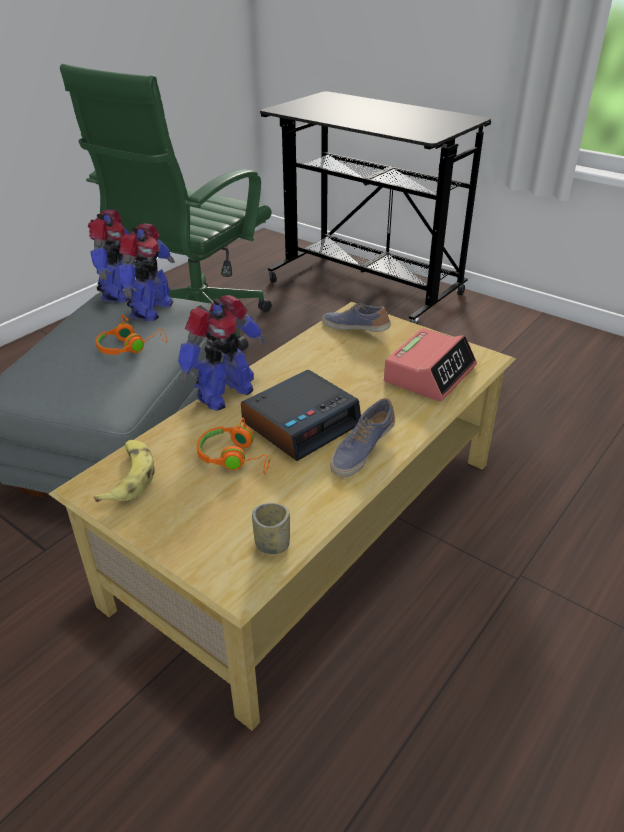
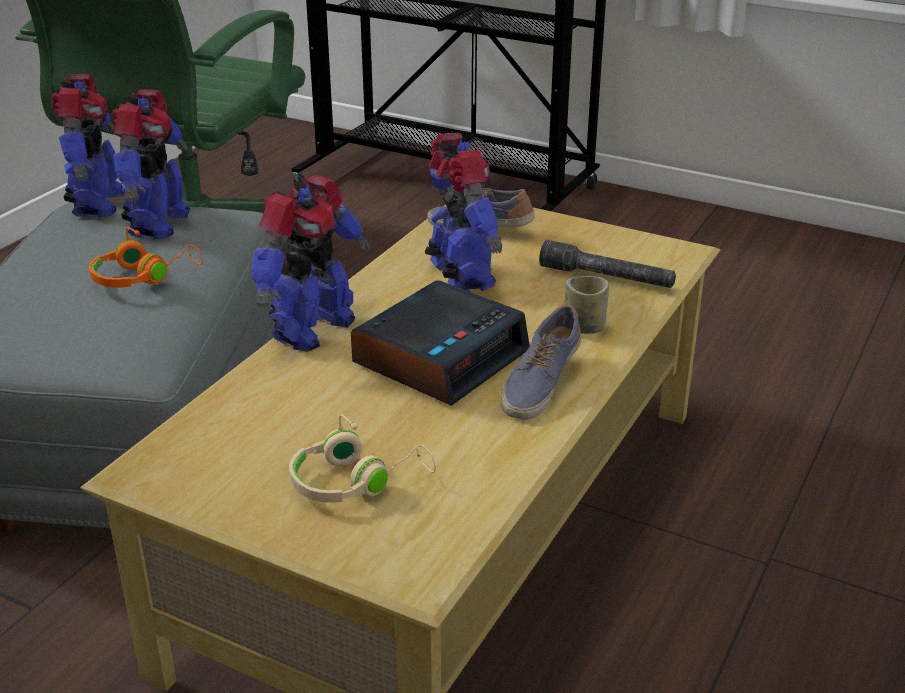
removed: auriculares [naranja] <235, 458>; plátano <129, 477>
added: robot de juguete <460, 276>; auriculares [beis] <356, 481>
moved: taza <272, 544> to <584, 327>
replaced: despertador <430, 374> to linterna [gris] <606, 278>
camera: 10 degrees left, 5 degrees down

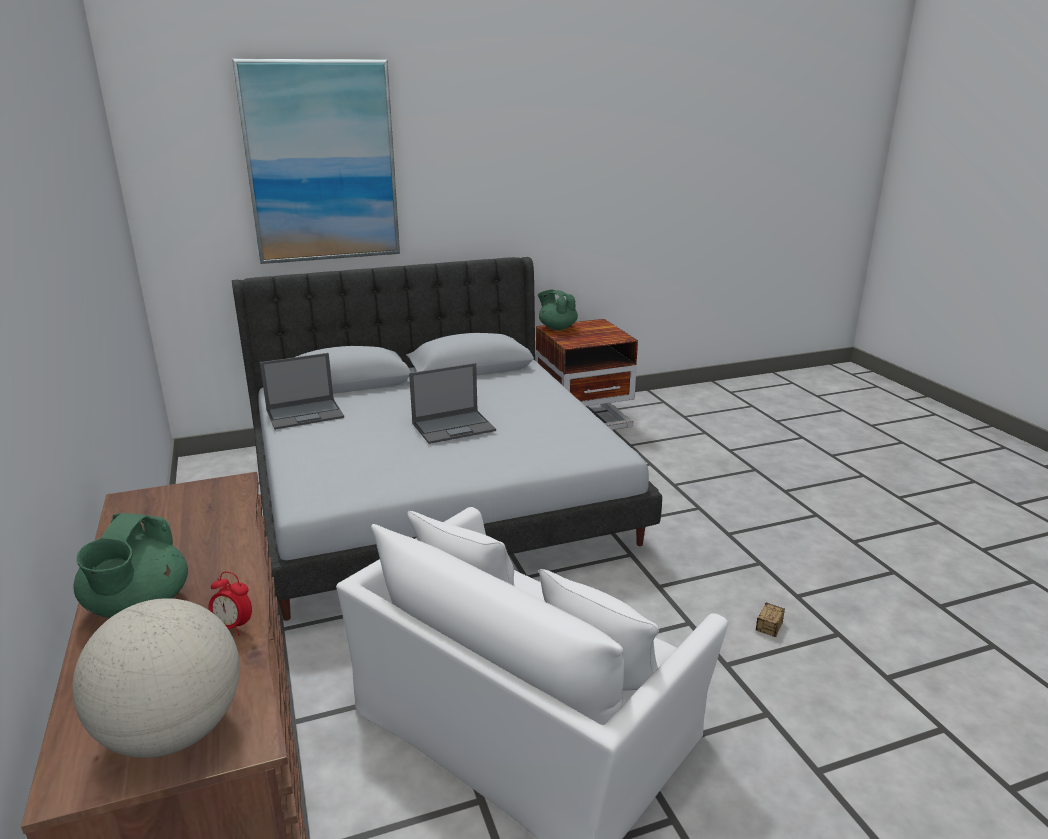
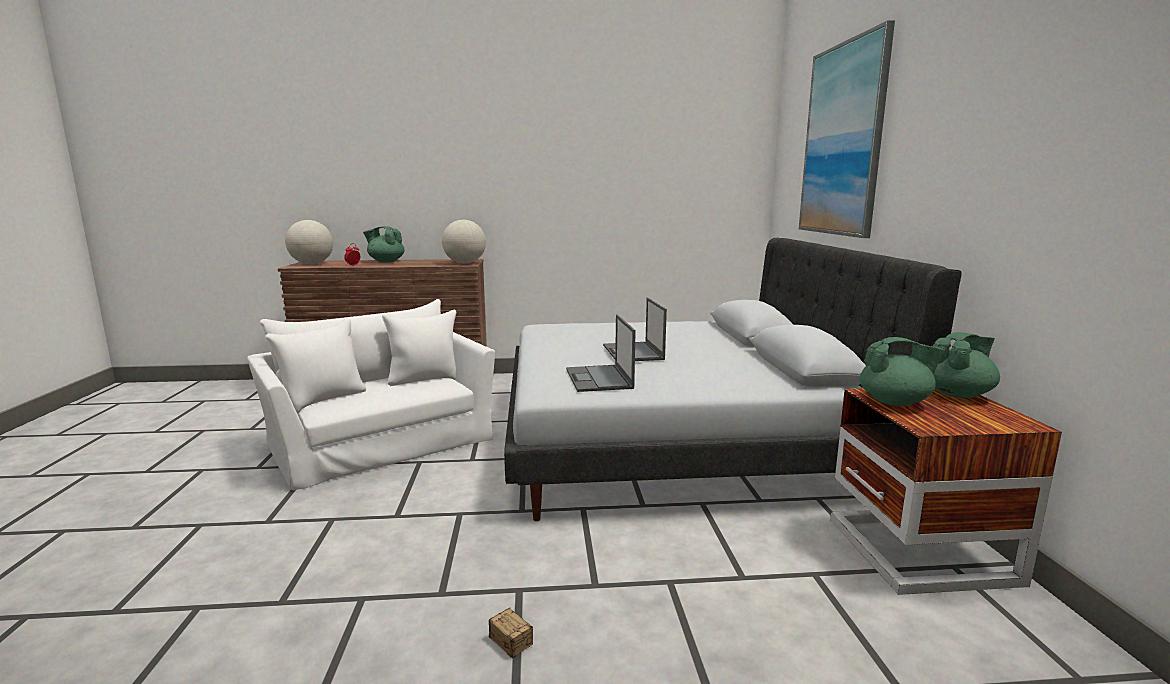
added: globo terráqueo <464, 263>; tetera [verde] <895, 402>
moved: portátil <306, 414> to <599, 379>; caja de almacenaje <763, 637> to <495, 628>
camera: 105 degrees right, 10 degrees down

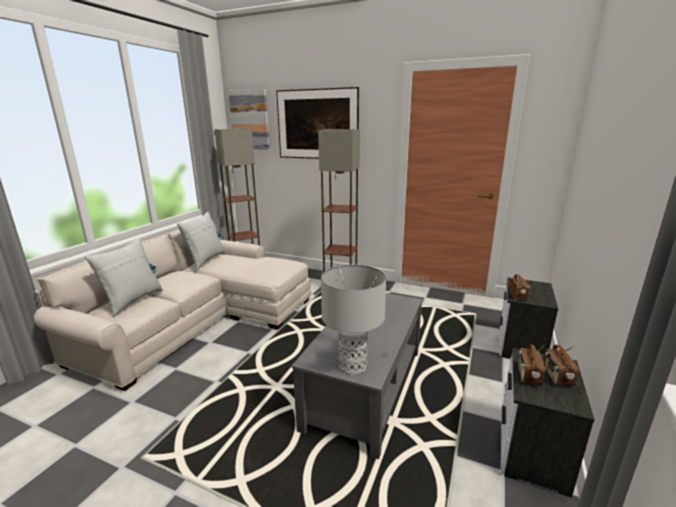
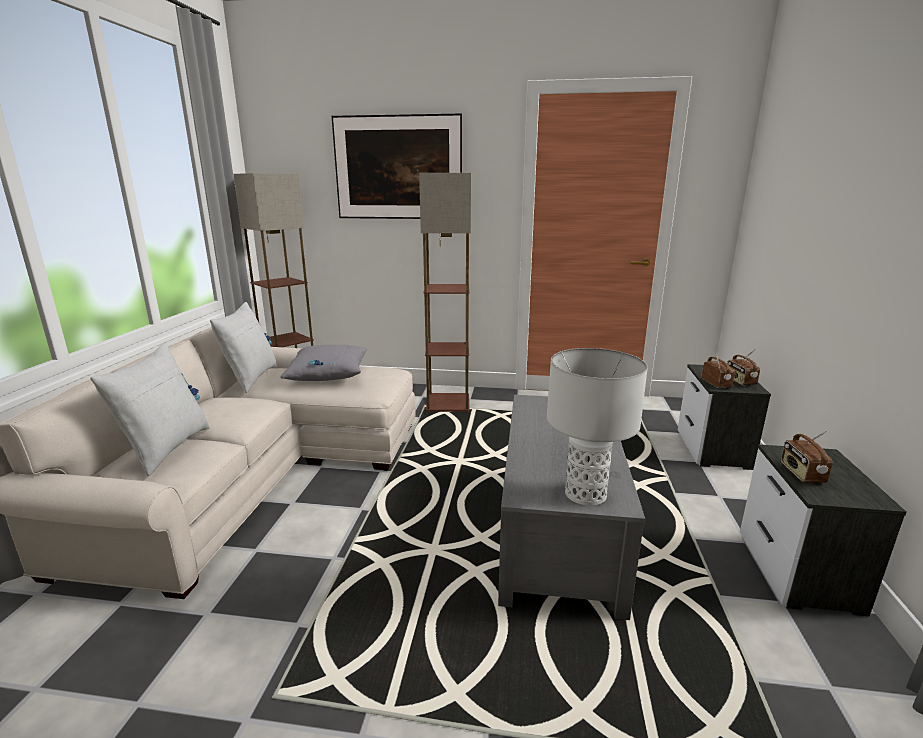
removed: cuadro <250, 120>
added: cojín [gris] <328, 376>
moved: radio <557, 376> to <739, 381>
camera: 15 degrees left, 0 degrees up

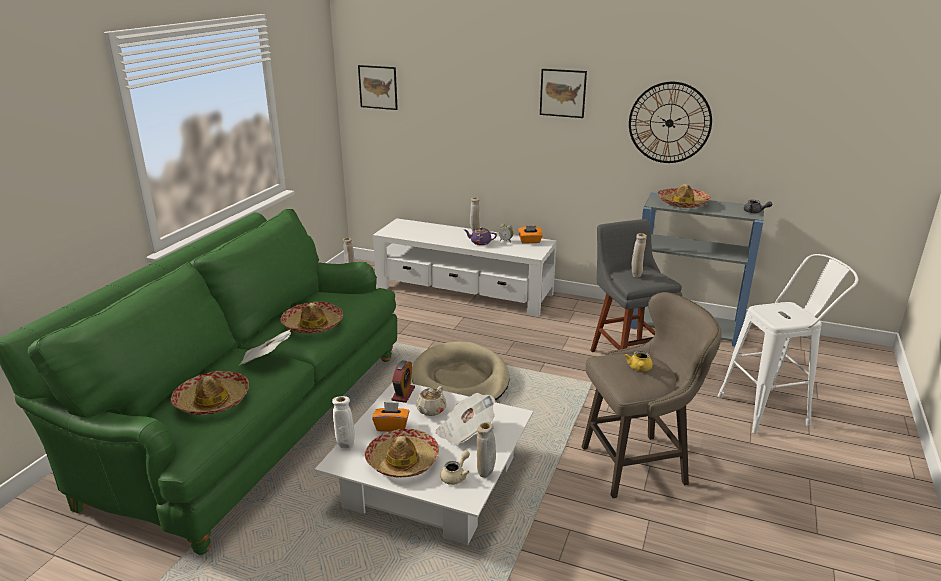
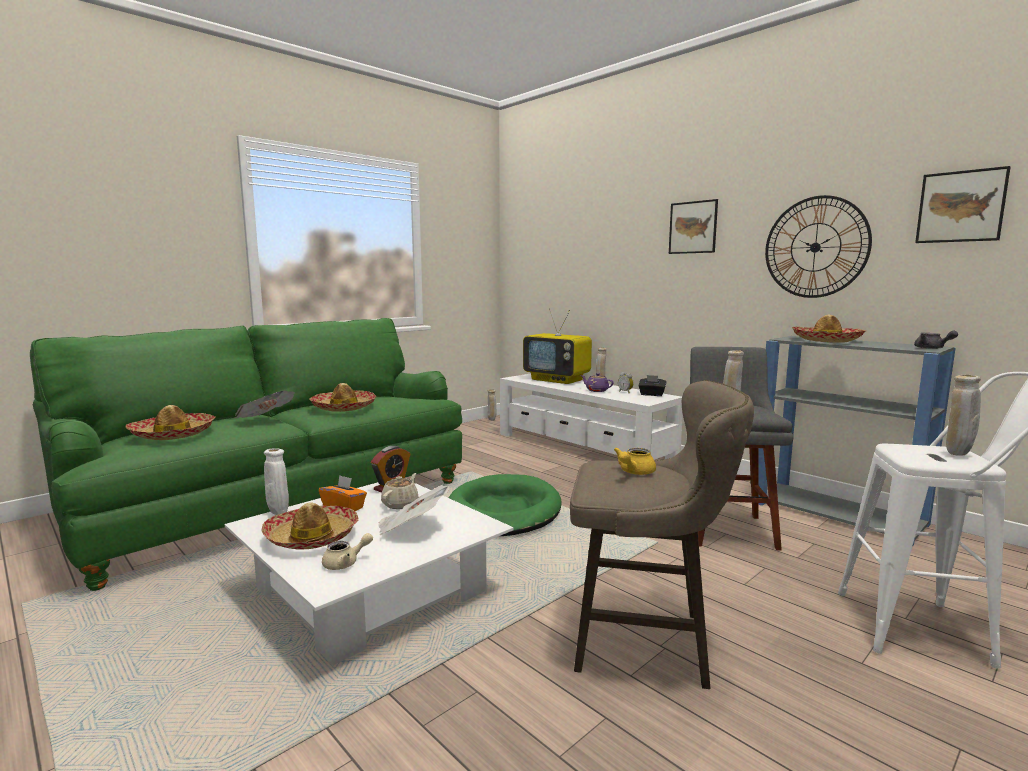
added: televisor <557, 380>
moved: cuadro <378, 87> to <960, 206>; florero [beis] <486, 474> to <958, 454>
recoloured: caja de pañuelos [naranja] <530, 241> to caja de pañuelos [negro] <651, 394>; cama para perro [beis] <460, 380> to cama para perro [verde] <503, 511>
turned: tetera [beis] <430, 410> = <400, 504> 150 degrees clockwise
camera: 25 degrees right, 15 degrees down

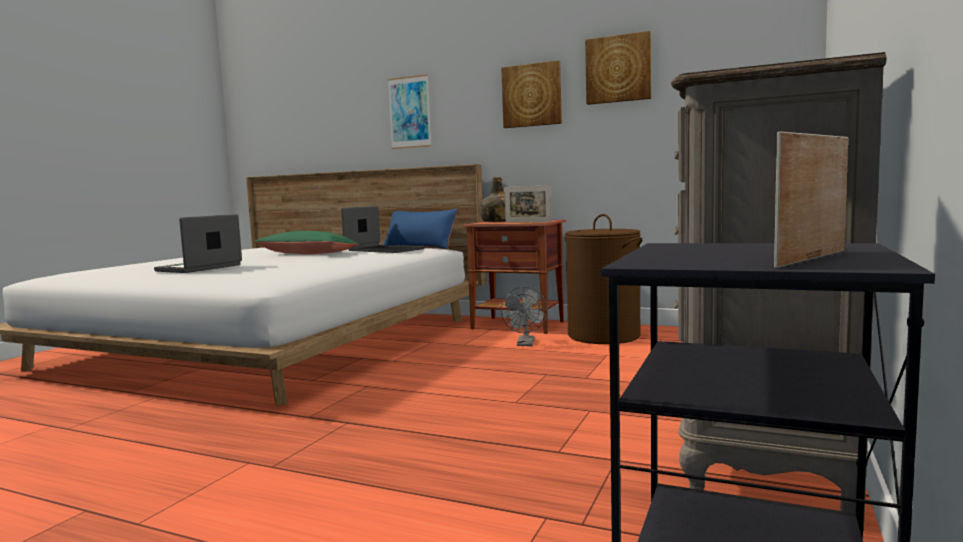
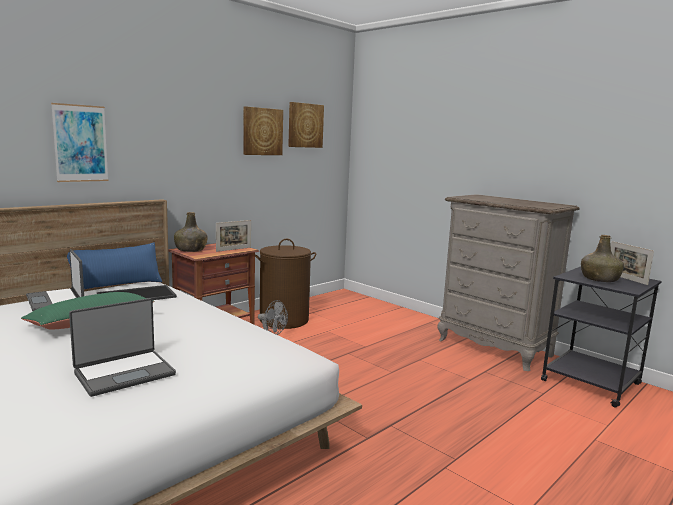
added: botella [verde] <599, 279>
moved: cuadro <532, 95> to <305, 125>
turned: portátil <200, 268> = <124, 373> 90 degrees counterclockwise
camera: 70 degrees left, 5 degrees up

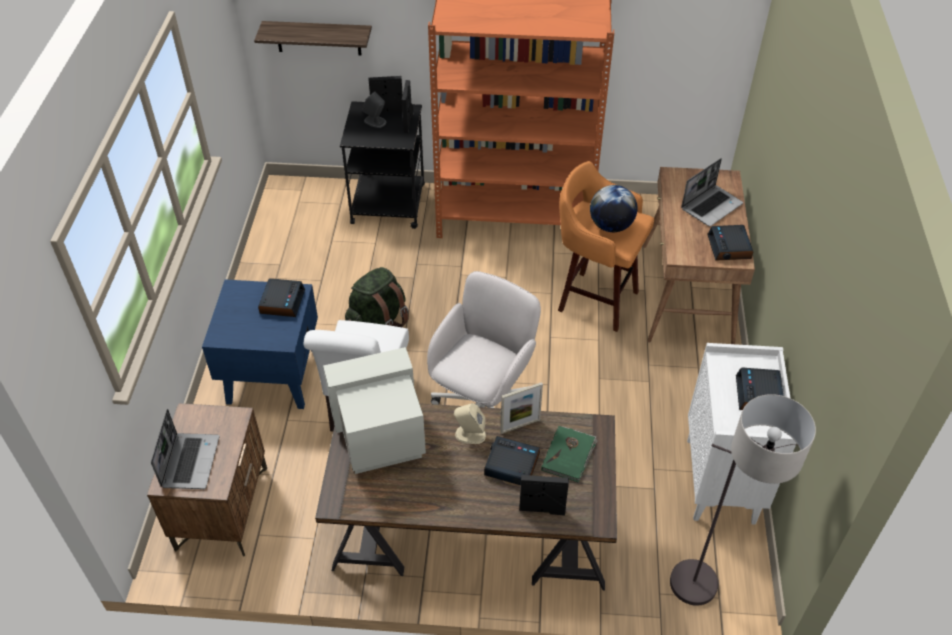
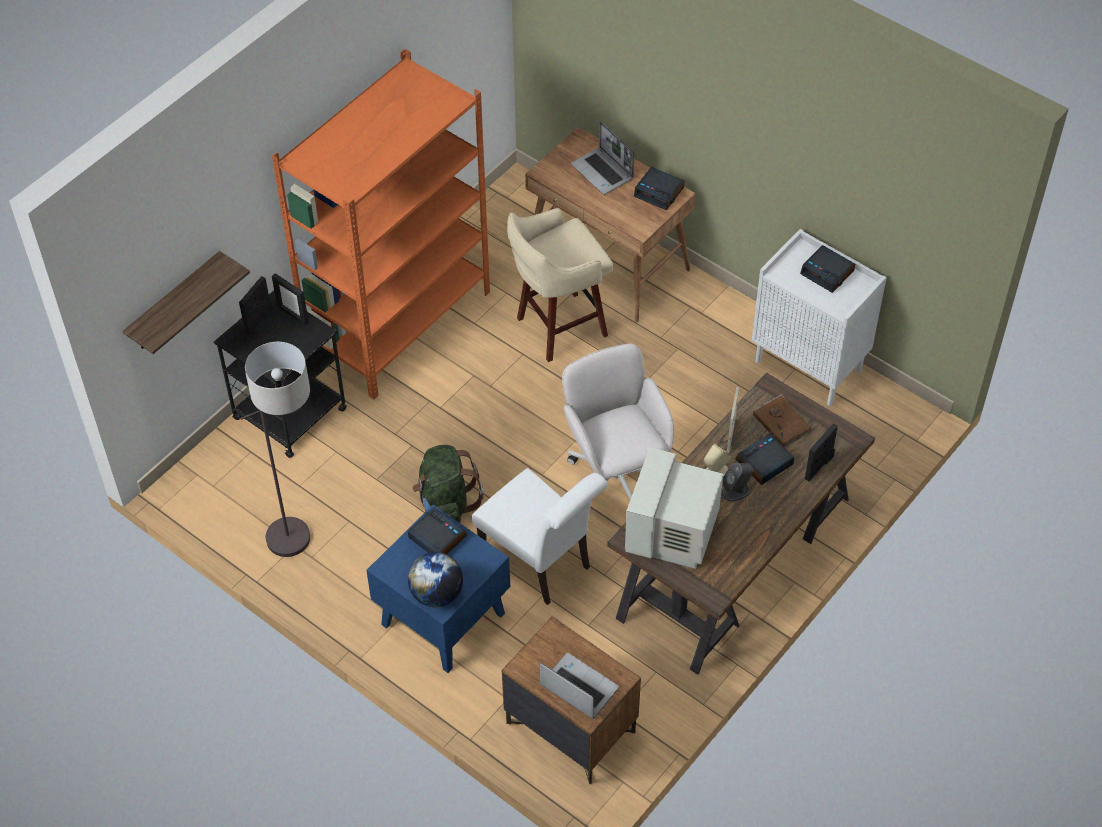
moved: altavoz [gris] <375, 121> to <736, 491>; globo terráqueo <611, 226> to <437, 594>; lámpara de pie [gris] <707, 589> to <300, 532>
recoloured: taburete [naranja] <594, 300> to taburete [beis] <558, 328>; libro [verde] <569, 455> to libro [marrón] <782, 422>
turned: portátil <711, 206> = <603, 172> 150 degrees clockwise
camera: 55 degrees left, 5 degrees up

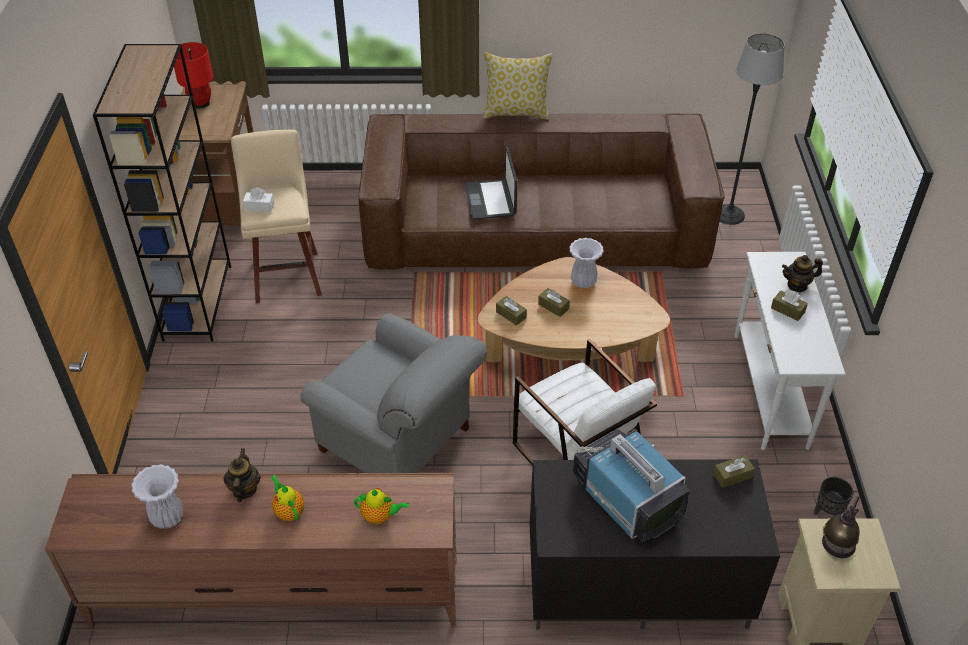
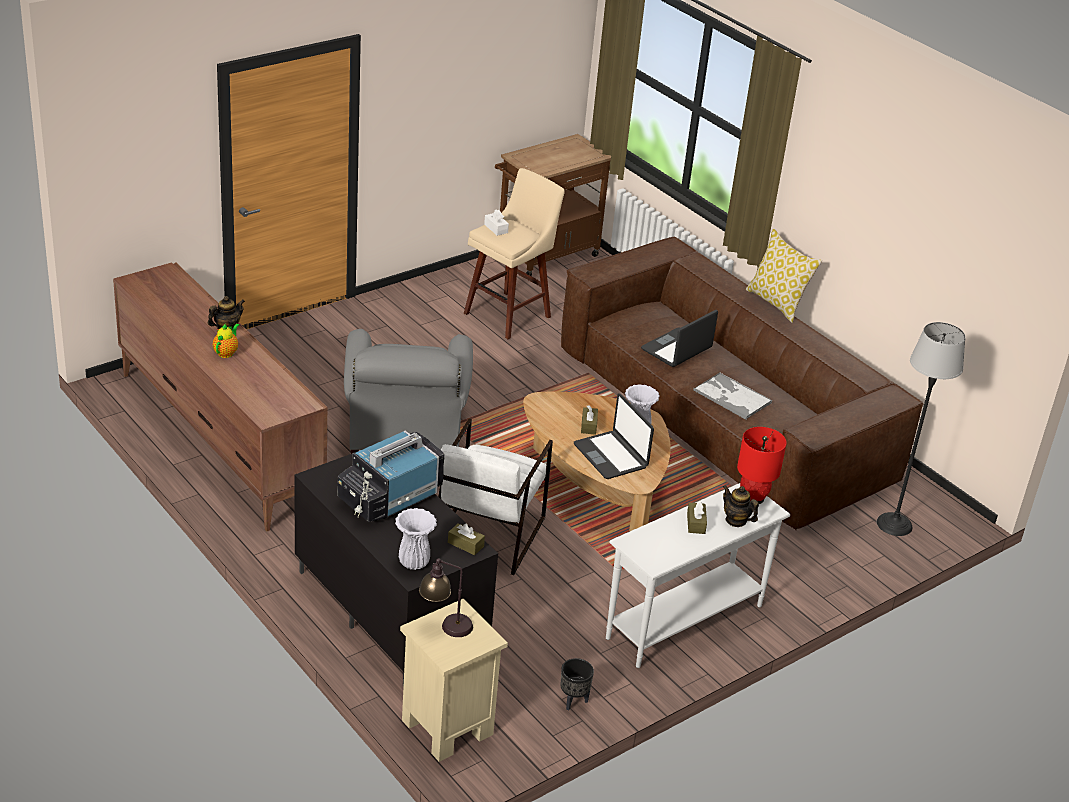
removed: estantería [beis] <197, 302>; caja de pañuelos [marrón] <511, 315>; tetera <380, 516>
added: bandeja <731, 396>; portátil <611, 456>
moved: lámpara de mesa [rojo] <200, 103> to <753, 497>; florero [blanco] <166, 518> to <413, 562>
turned: televisor <626, 497> = <389, 498> 150 degrees counterclockwise
camera: 50 degrees right, 10 degrees down

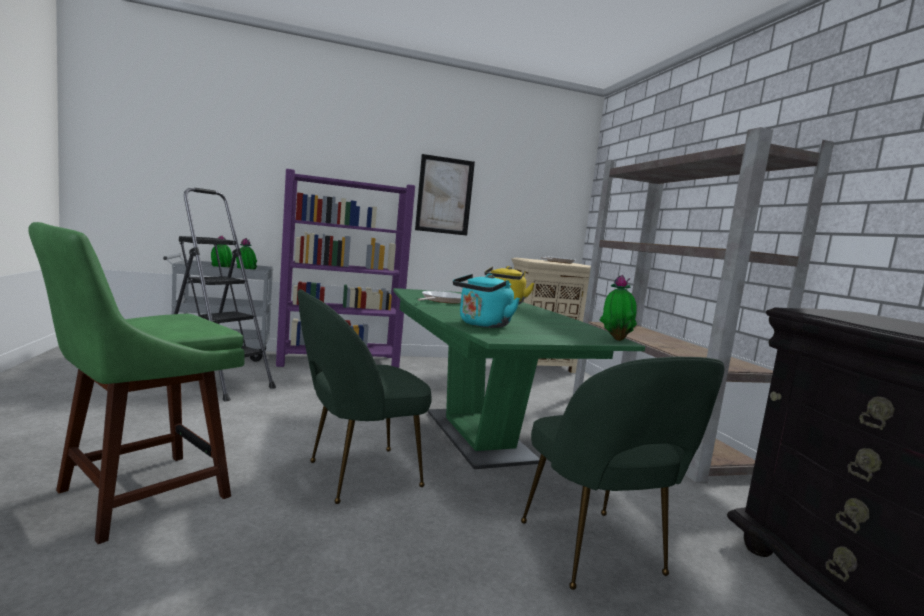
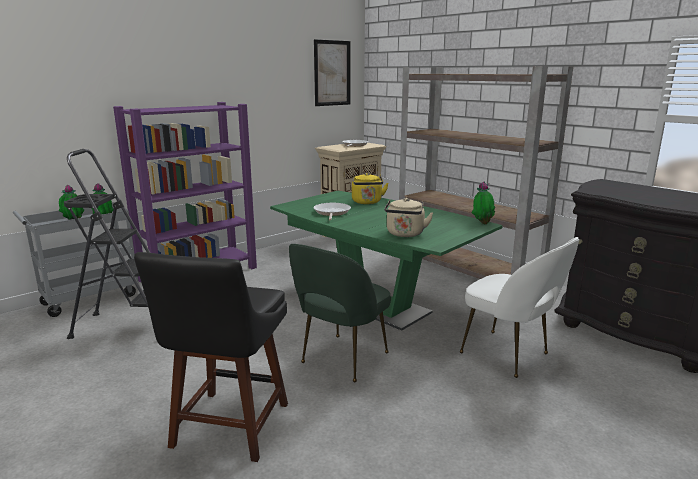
moved: cuadro <444, 195> to <332, 73>
recoloured: taburete [verde] <137, 496> to taburete [negro] <229, 428>; hervidor [turquesa] <482, 325> to hervidor [beis] <405, 234>; silla [verde] <596, 555> to silla [blanco] <510, 356>
camera: 25 degrees left, 10 degrees up

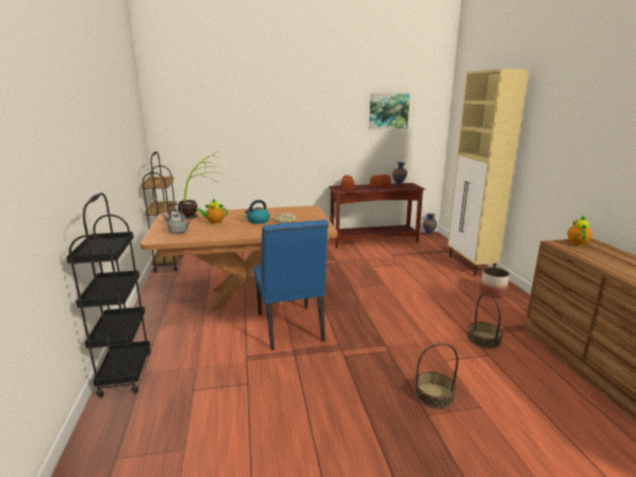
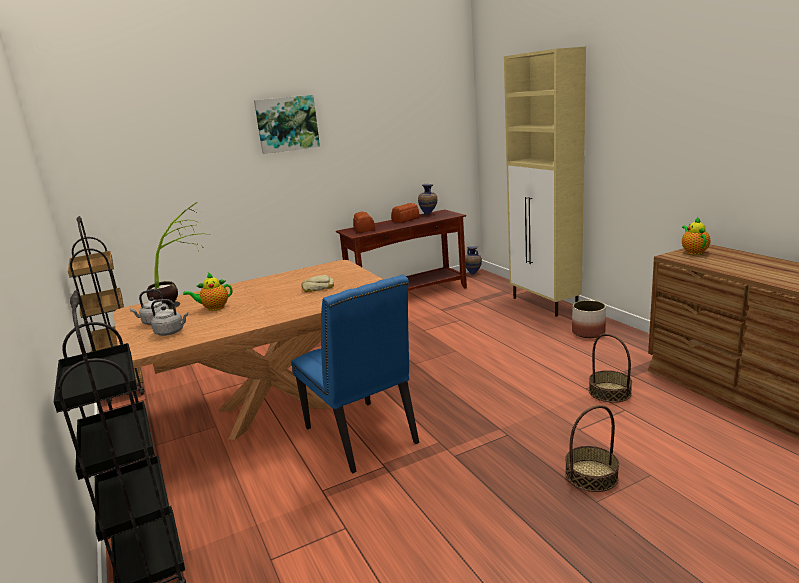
removed: hervidor <258, 221>
moved: cuadro <388, 111> to <287, 124>
camera: 15 degrees left, 0 degrees up

